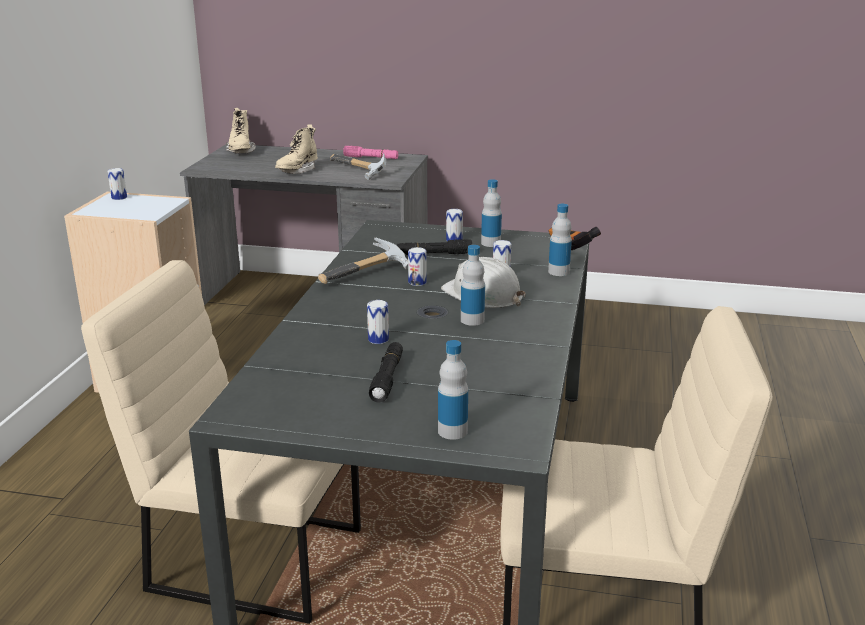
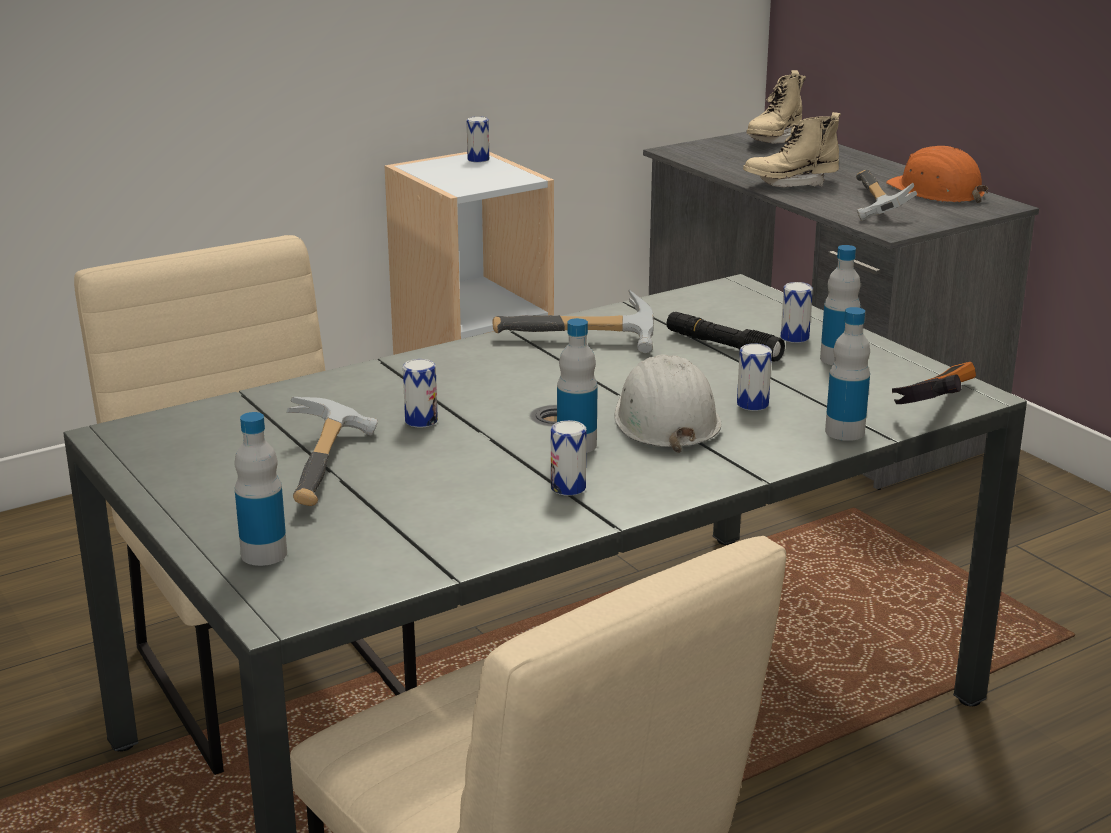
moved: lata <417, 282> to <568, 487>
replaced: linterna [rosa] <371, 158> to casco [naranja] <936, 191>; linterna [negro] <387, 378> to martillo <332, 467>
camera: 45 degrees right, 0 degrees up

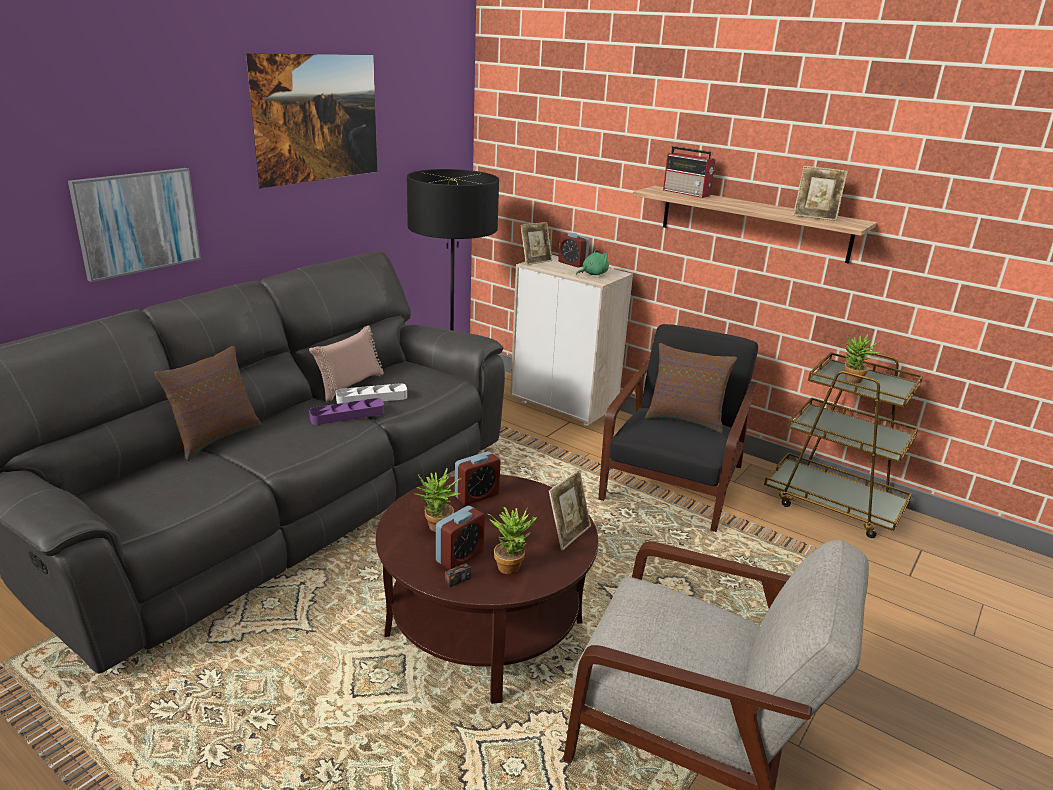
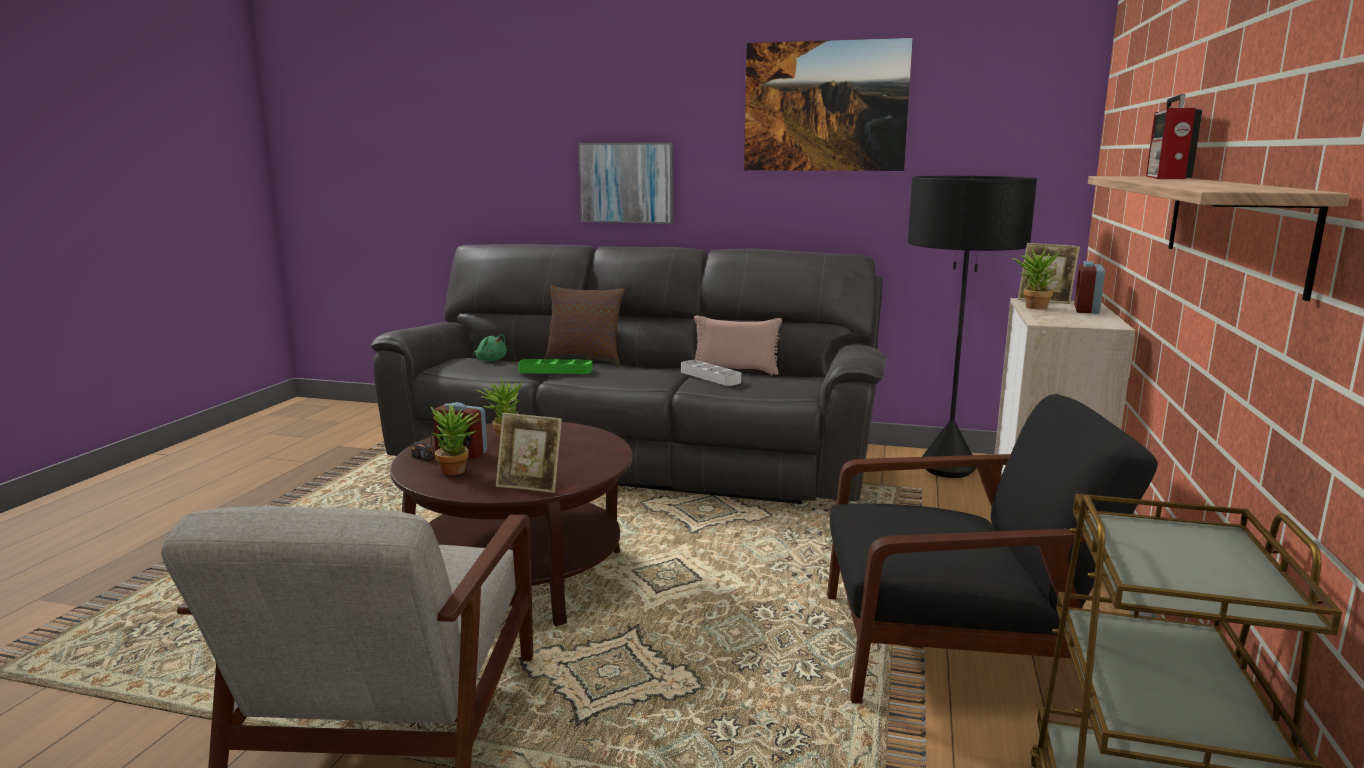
removed: portarretratos <815, 217>; cojín [marrón] <685, 421>; bandeja [morado] <347, 415>; despertador <477, 495>
added: bandeja [verde] <555, 371>
moved: peluche [verde] <593, 274> to <490, 360>; planta en maceta <852, 381> to <1031, 307>
camera: 70 degrees right, 10 degrees down

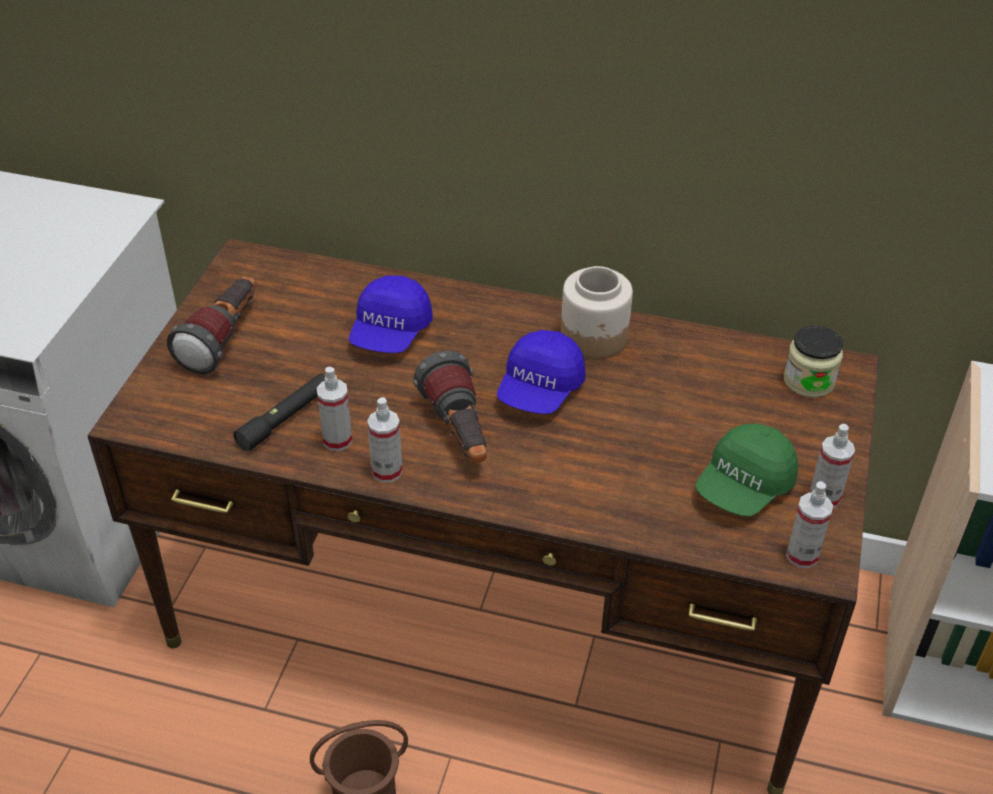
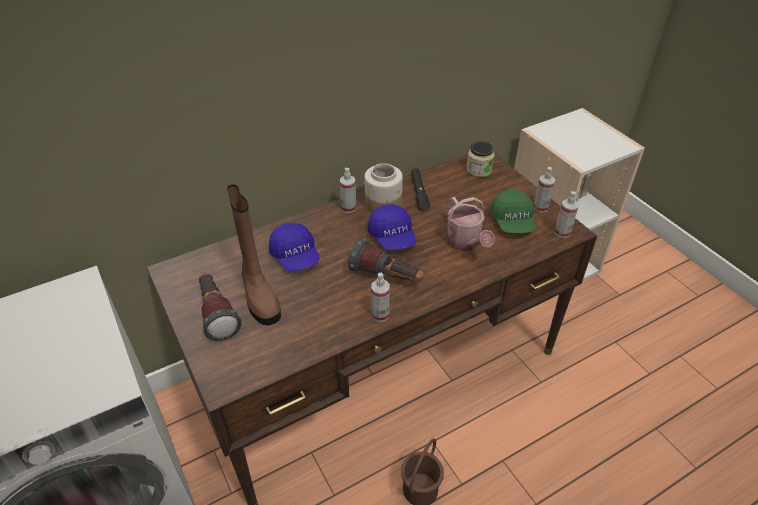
added: bota [marrón] <259, 296>; regadera <465, 243>
moved: pulverizador <337, 440> to <348, 208>; linterna [negro] <285, 418> to <419, 192>
camera: 45 degrees left, 0 degrees up

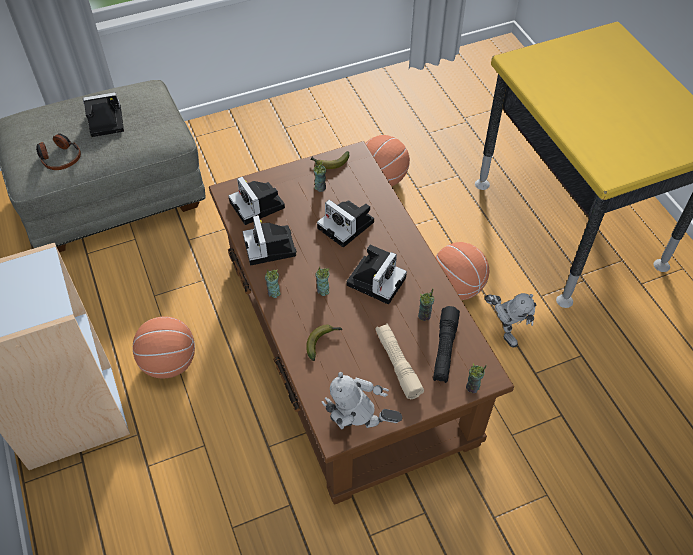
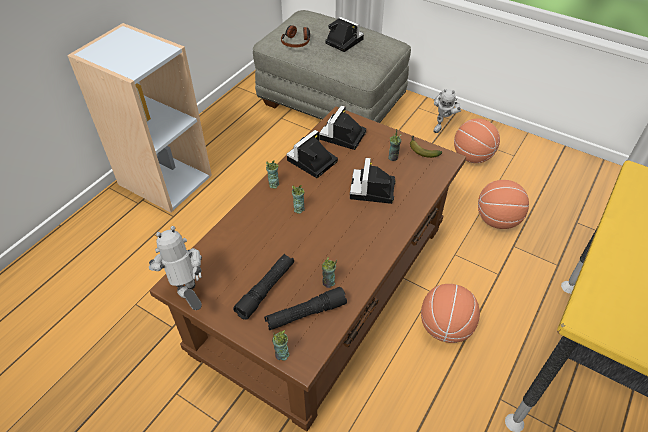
removed: cámara <376, 279>; plátano <323, 342>
moved: robot de juguete <504, 329> to <442, 125>; balón de baloncesto <168, 362> to <472, 156>
recoloured: linterna [beis] <397, 364> to linterna [negro] <266, 289>
camera: 55 degrees right, 5 degrees down

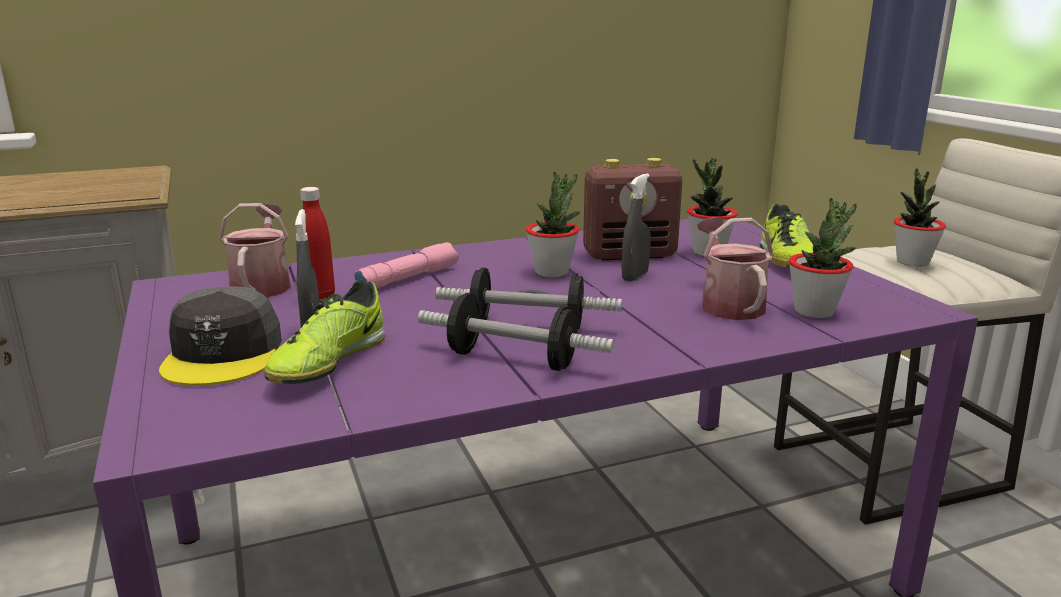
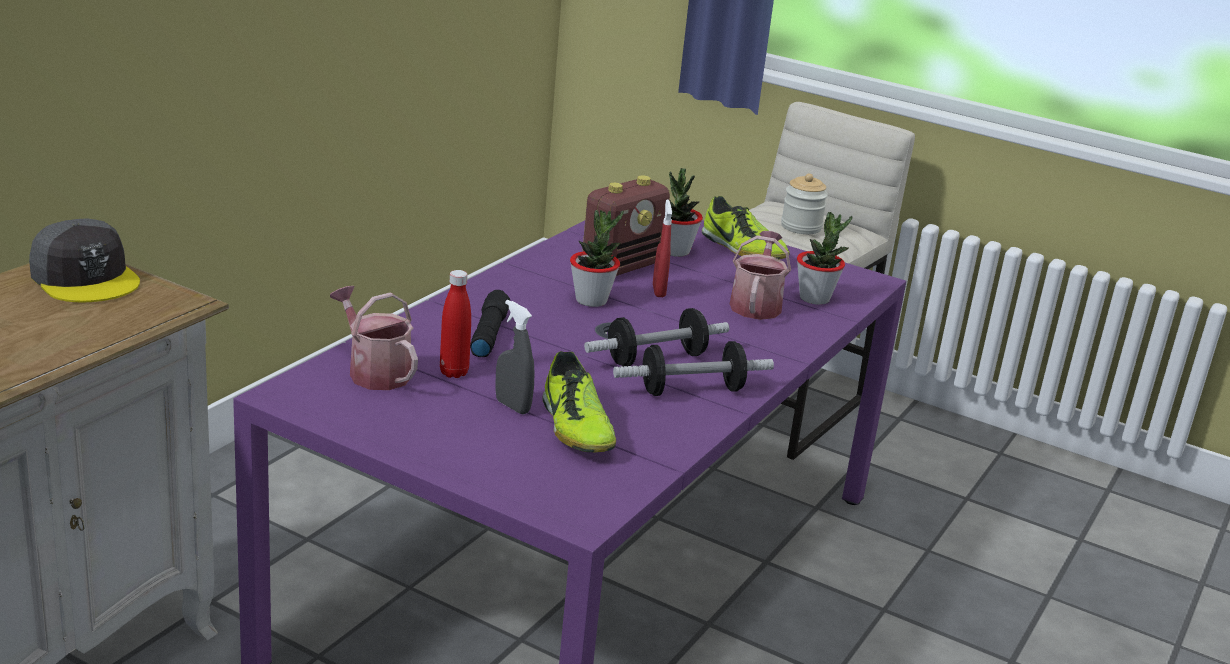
moved: gorra [gris] <224, 354> to <85, 278>
replaced: planta en maceta <912, 262> to tarro <801, 227>
recoloured: pulverizador [gris] <635, 276> to pulverizador [rojo] <659, 291>; linterna [rosa] <408, 278> to linterna [negro] <488, 334>
turned: regadera <728, 304> = <756, 304> 60 degrees clockwise
camera: 40 degrees left, 5 degrees up

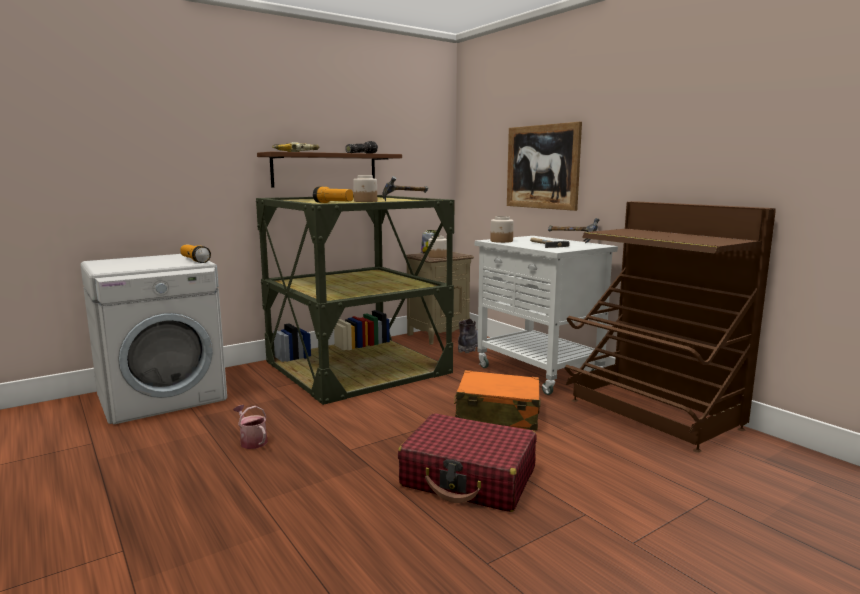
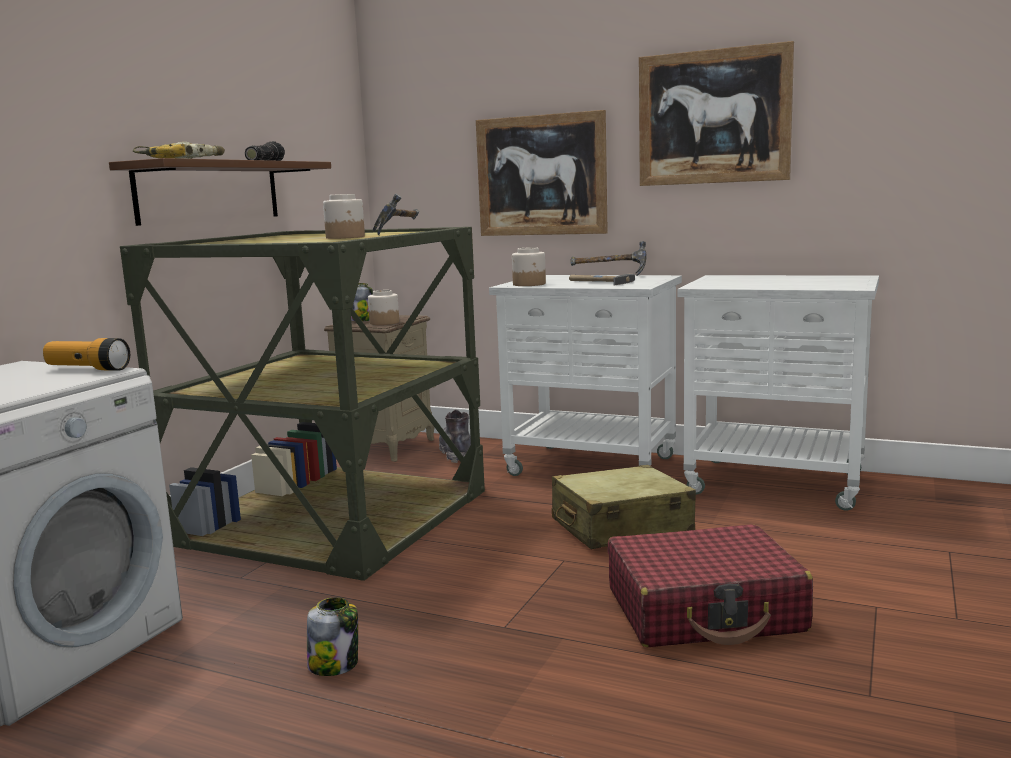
removed: linterna <333, 203>
added: cuadro <713, 117>
replaced: zapatero [marrón] <649, 415> to carrito [blanco] <777, 484>; regadera <252, 441> to tarro <334, 664>
recoloured: maleta [naranja] <497, 414> to maleta [beis] <620, 527>
camera: 30 degrees left, 0 degrees up

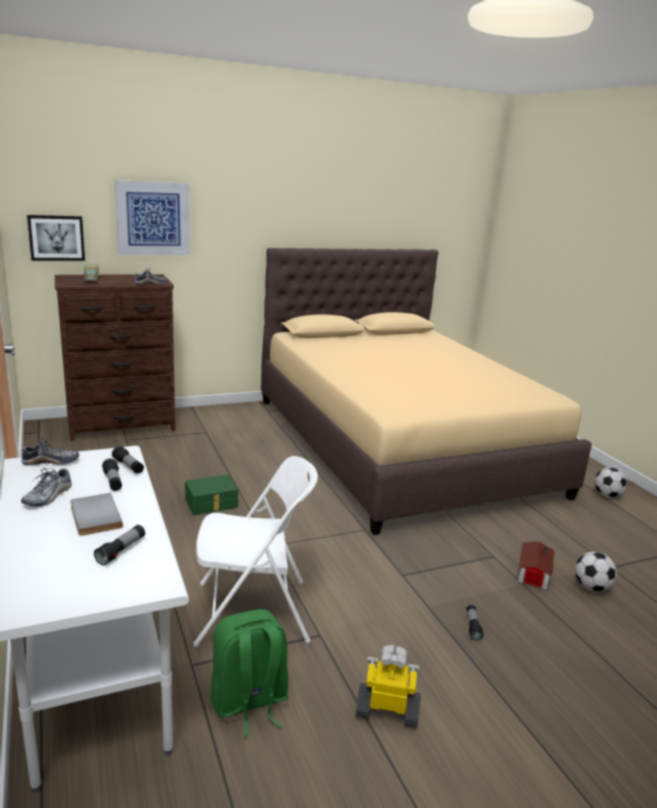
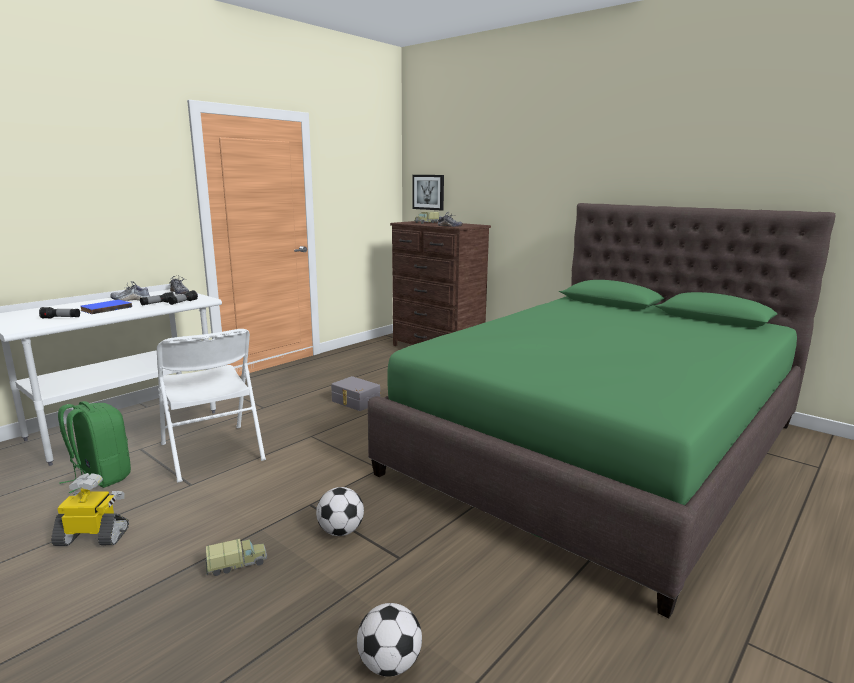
removed: cuadro <153, 218>; casita <532, 573>
moved: balón de fútbol <607, 495> to <341, 531>
replaced: linterna <473, 626> to camión de juguete <237, 564>
recoloured: cama [beis] <399, 444> to cama [verde] <601, 448>; caja de almacenaje [verde] <212, 504> to caja de almacenaje [gris] <355, 402>; libro [gris] <93, 517> to libro [azul] <105, 308>
turned: robot de juguete <387, 709> = <93, 537> 75 degrees counterclockwise
camera: 65 degrees right, 5 degrees down

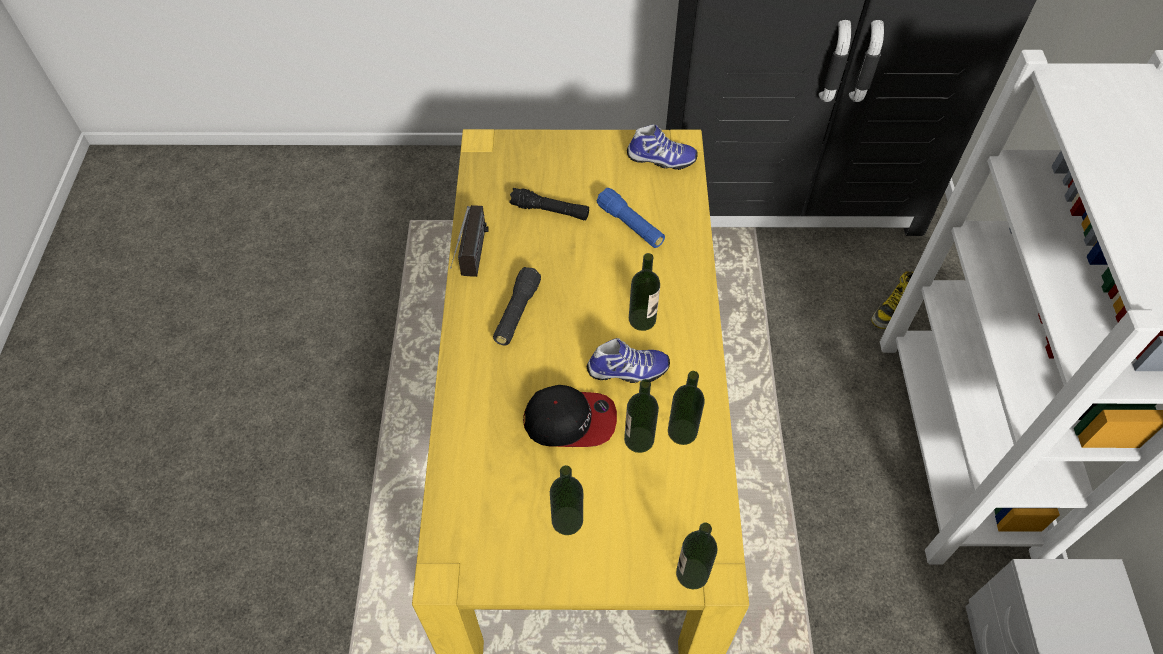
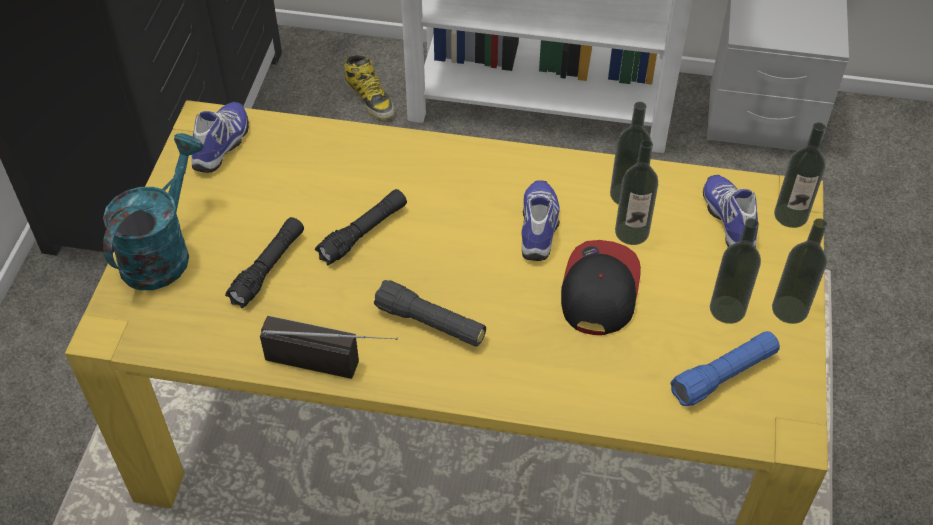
added: regadera [turquesa] <162, 250>; zapato <730, 221>; linterna [negro] <363, 233>
moved: linterna [azul] <630, 225> to <724, 375>; botella <642, 319> to <789, 309>
camera: 80 degrees left, 5 degrees down

